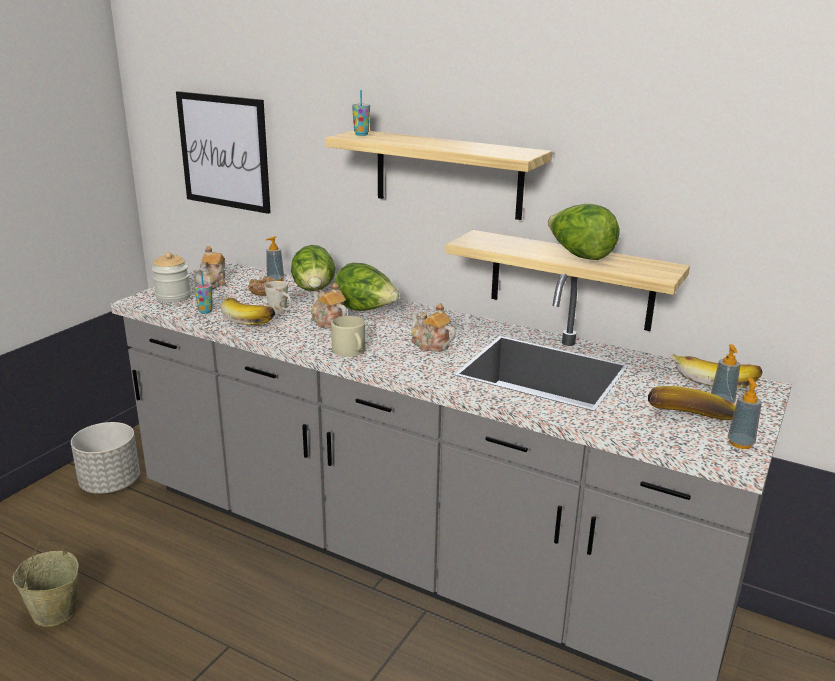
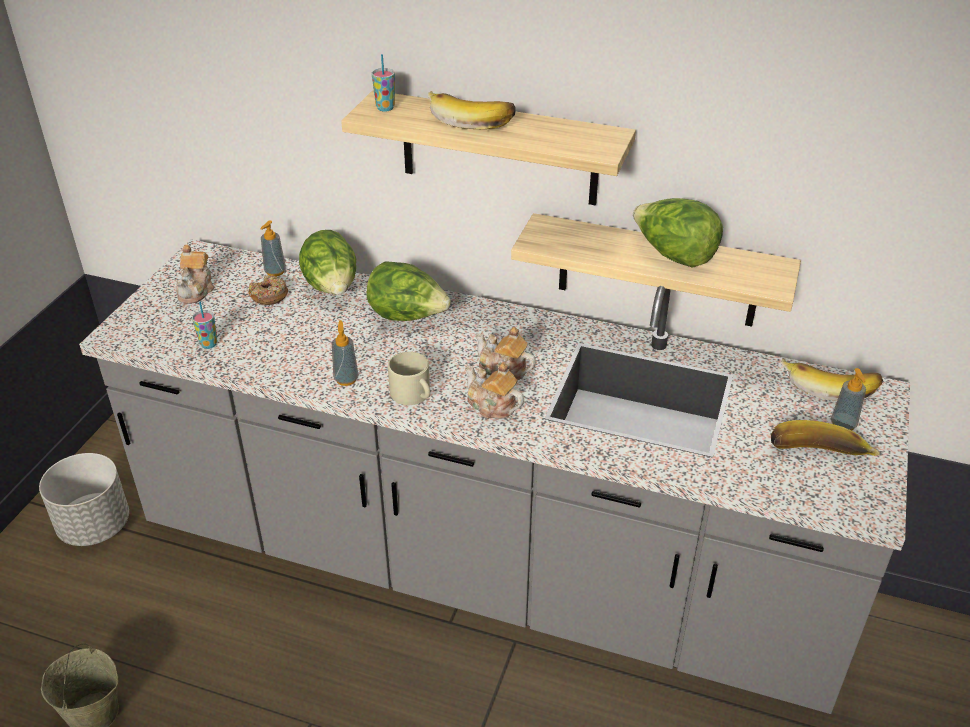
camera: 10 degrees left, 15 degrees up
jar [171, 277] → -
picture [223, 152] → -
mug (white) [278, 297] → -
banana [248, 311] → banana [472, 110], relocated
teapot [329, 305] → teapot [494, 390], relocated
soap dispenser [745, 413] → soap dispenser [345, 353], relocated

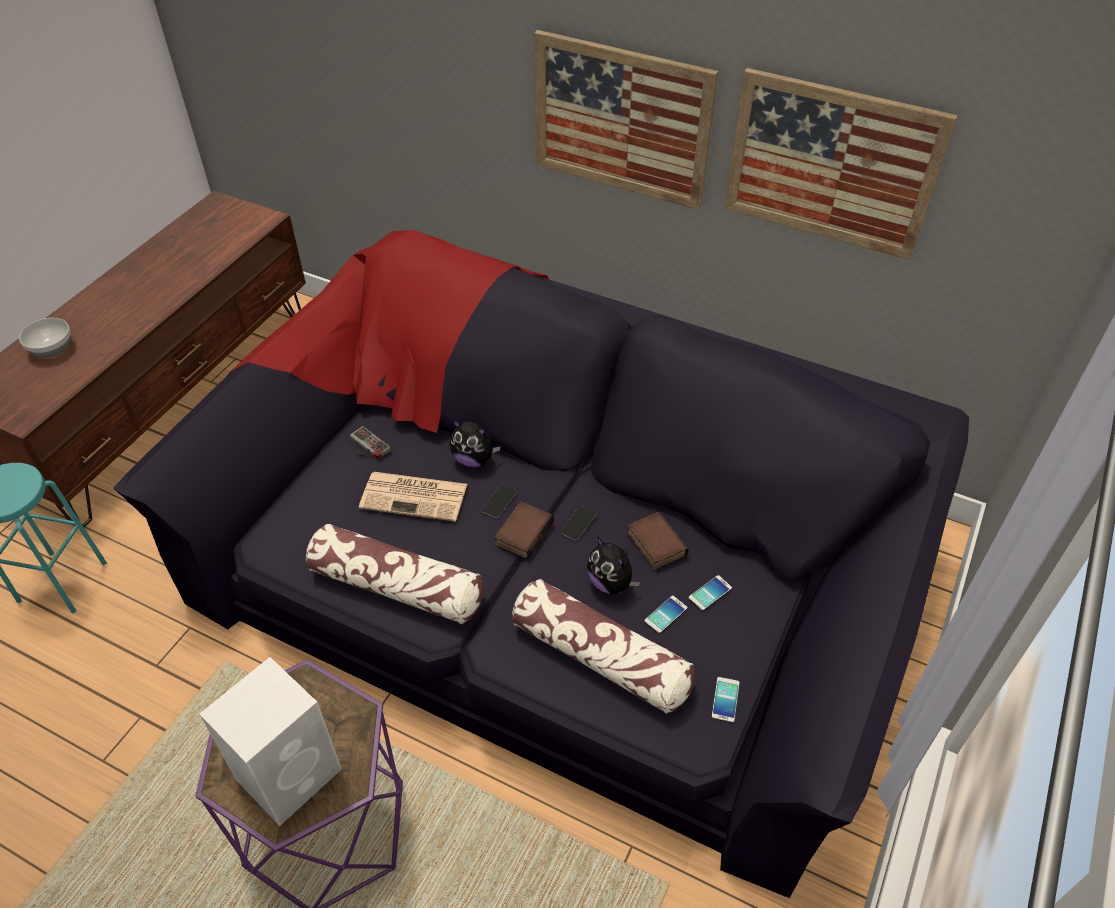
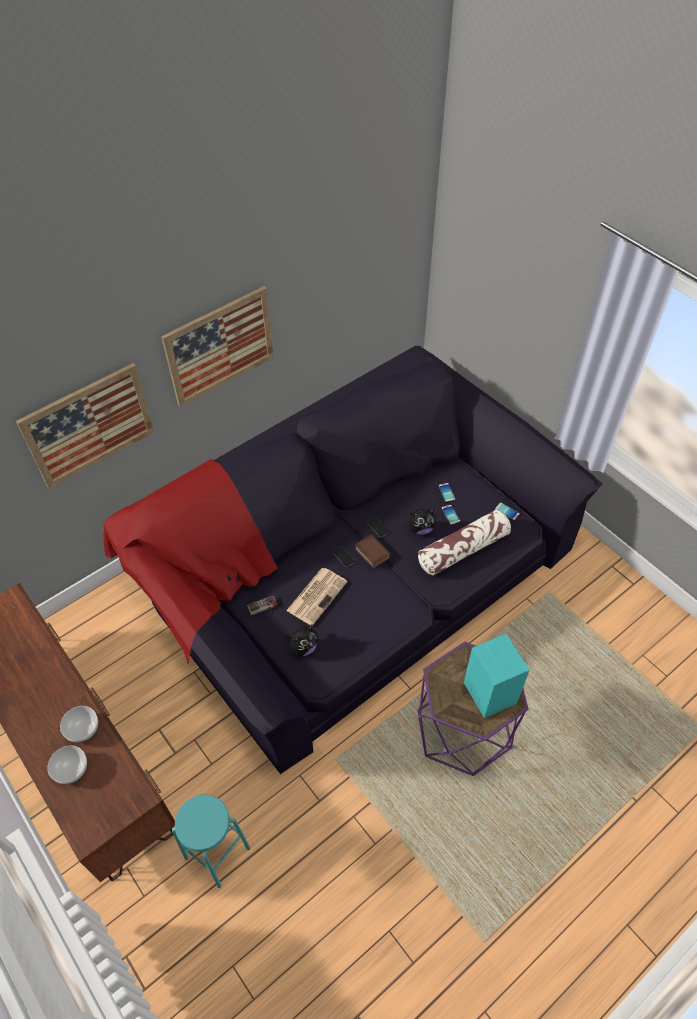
camera: 65 degrees left, 5 degrees up
pillow [395, 574] → -
book [658, 540] → -
- → bowl [79, 724]
plush toy [475, 444] → plush toy [301, 640], relocated
picture [841, 164] → picture [85, 426], relocated
speaker (white) [271, 741] → speaker (turquoise) [497, 676]

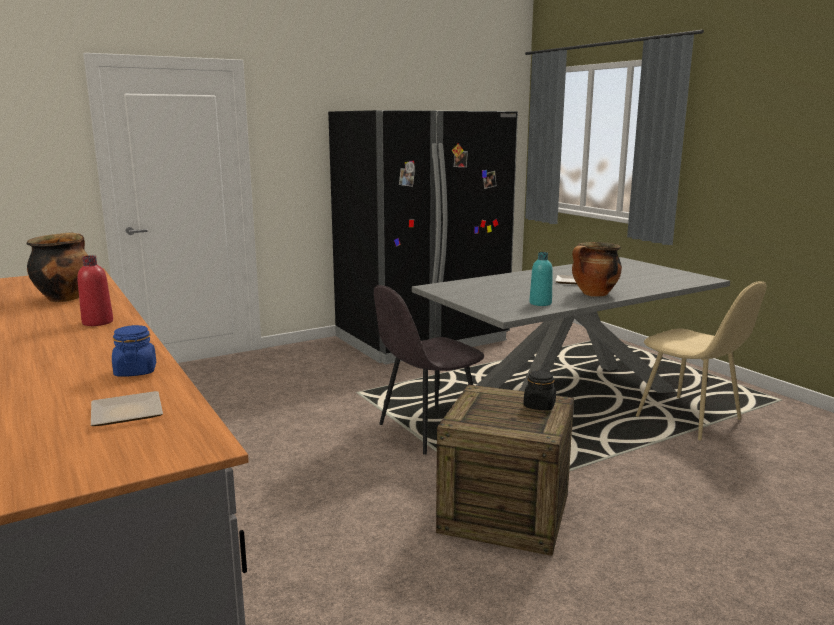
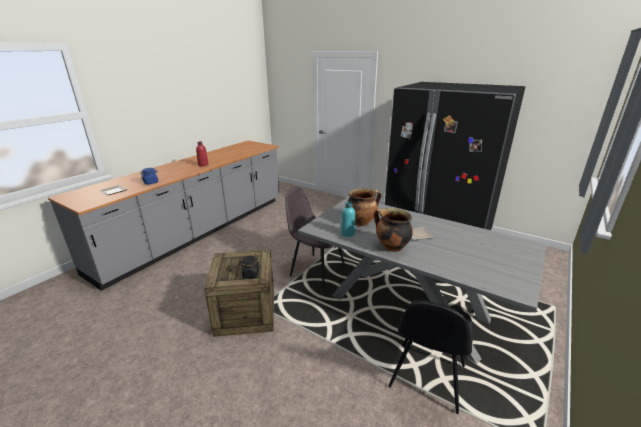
camera: 65 degrees right, 10 degrees up
cooking pot [57, 267] → cooking pot [364, 207], relocated
chair (beige) [701, 361] → chair (black) [431, 357]

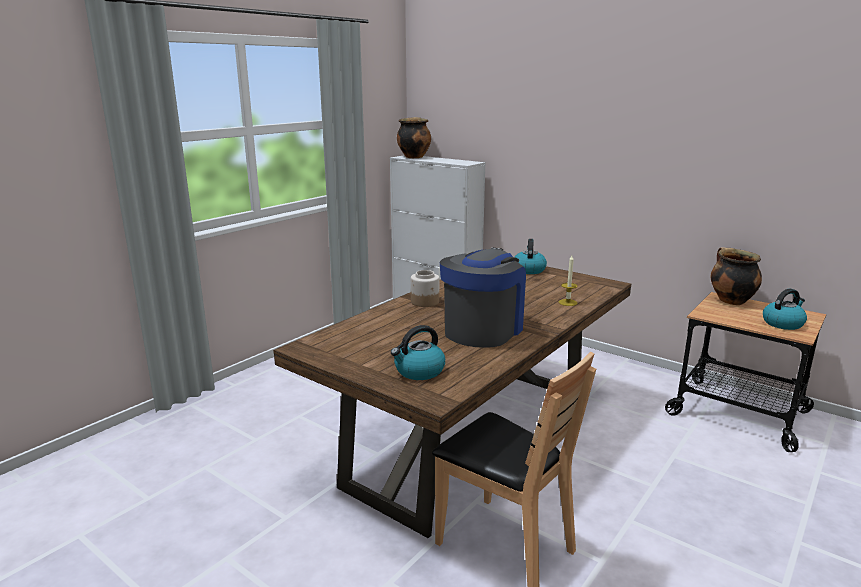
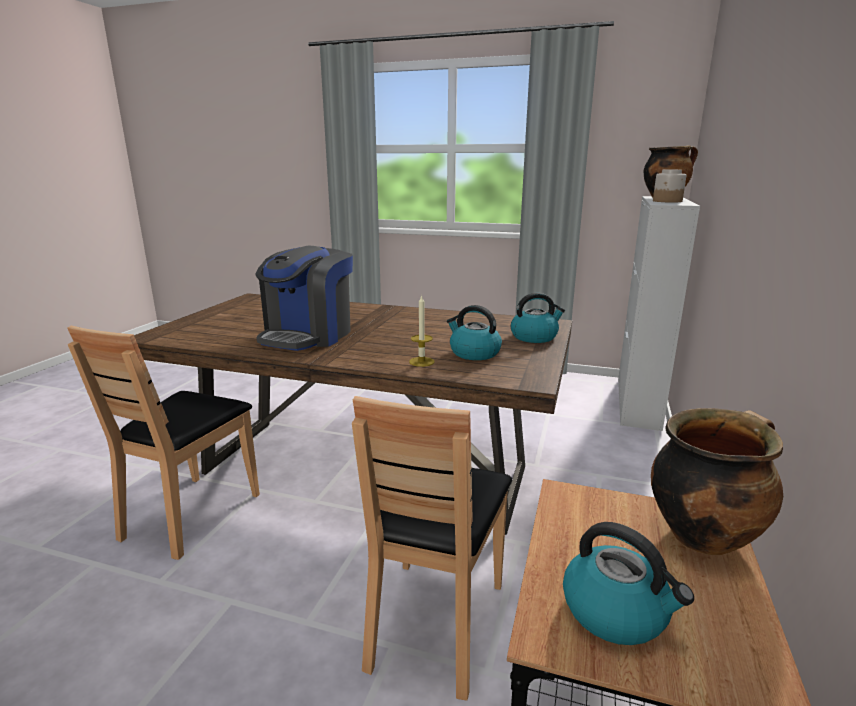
camera: 70 degrees right, 0 degrees up
- → chair (brown) [432, 548]
kettle [418, 352] → kettle [474, 332], relocated
jar [425, 288] → jar [670, 186], relocated
coffee machine [483, 297] → coffee machine [304, 298], 105 degrees clockwise

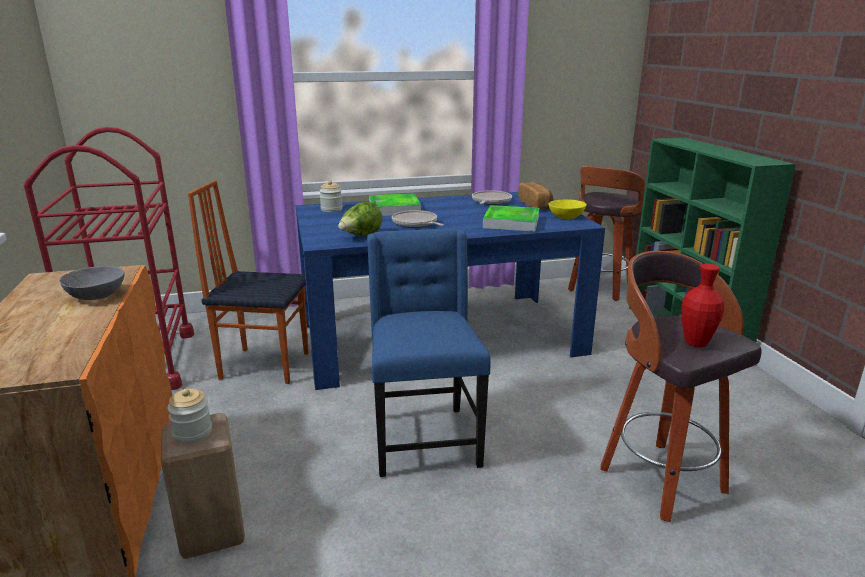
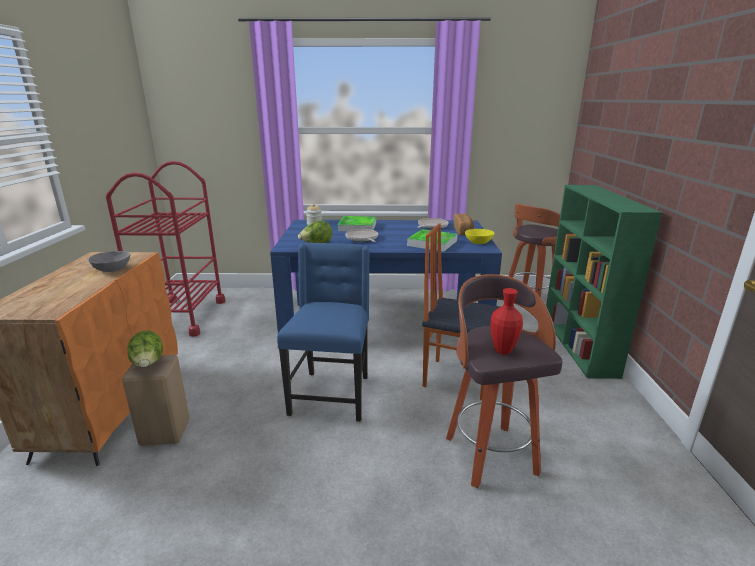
camera: 15 degrees right, 0 degrees up
chair [248, 282] → chair [461, 311], relocated
jar [189, 416] → lettuce [145, 349]

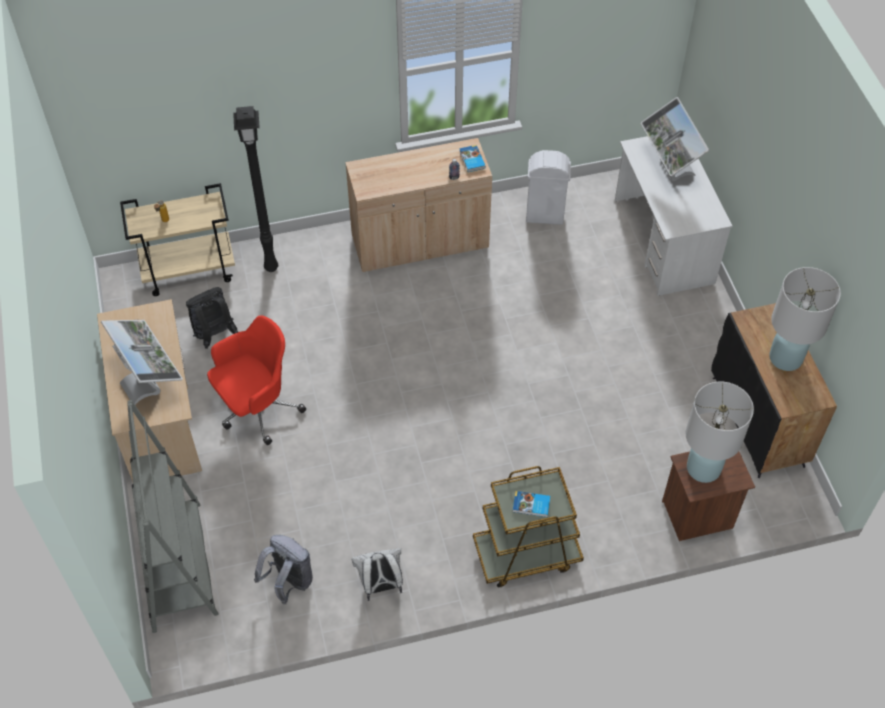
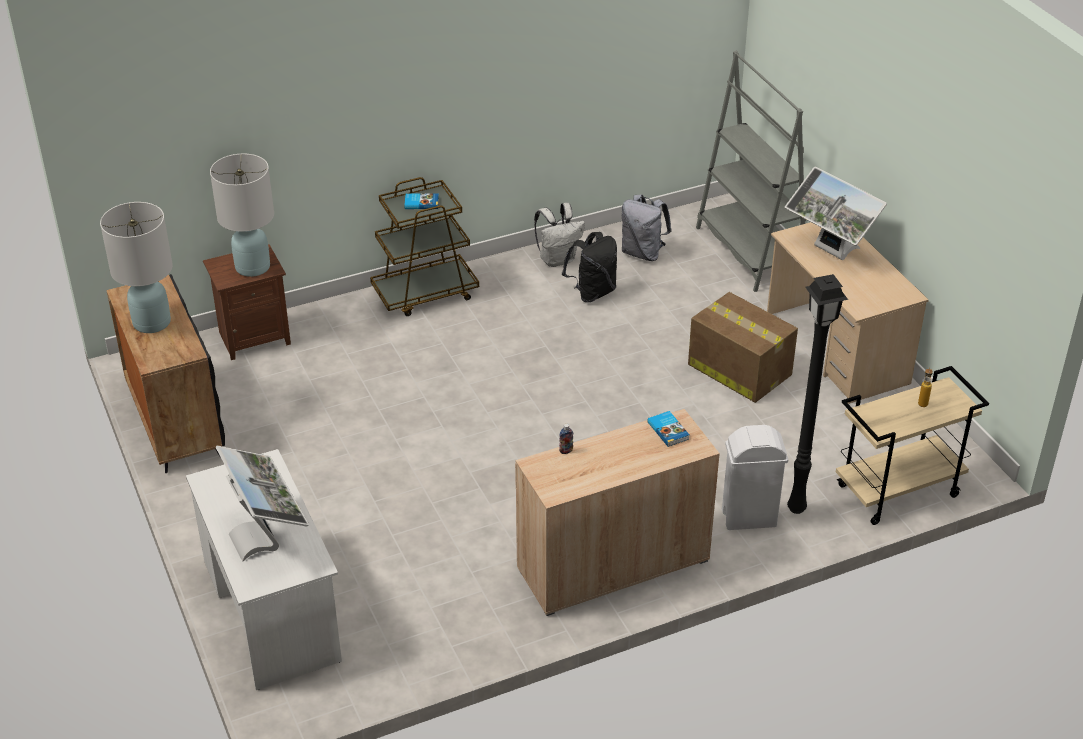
camera: 170 degrees right, 15 degrees down
backpack (black) [212, 318] → backpack (black) [589, 267], relocated
book [472, 158] → book [668, 429], relocated
trash can (white) [548, 187] → trash can (white) [755, 477], relocated
office chair (red) [256, 380] → cardboard box [743, 347]

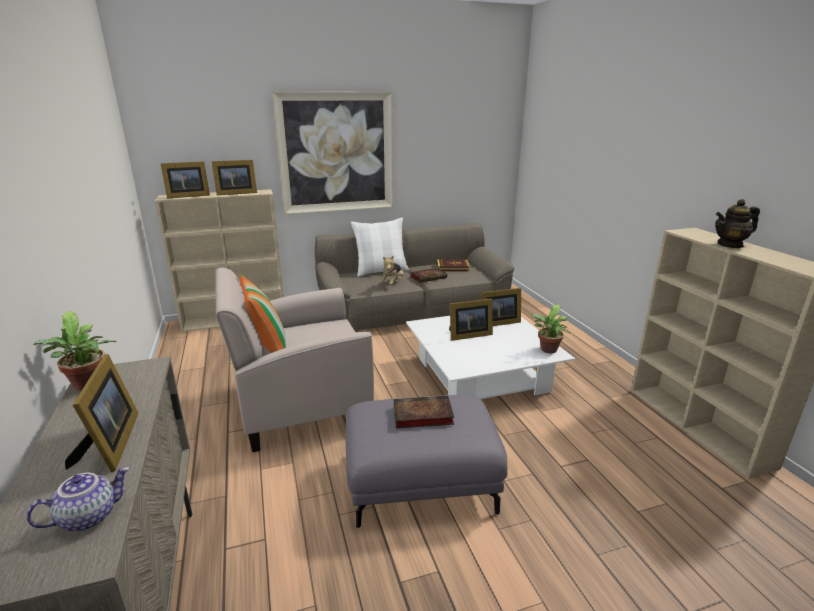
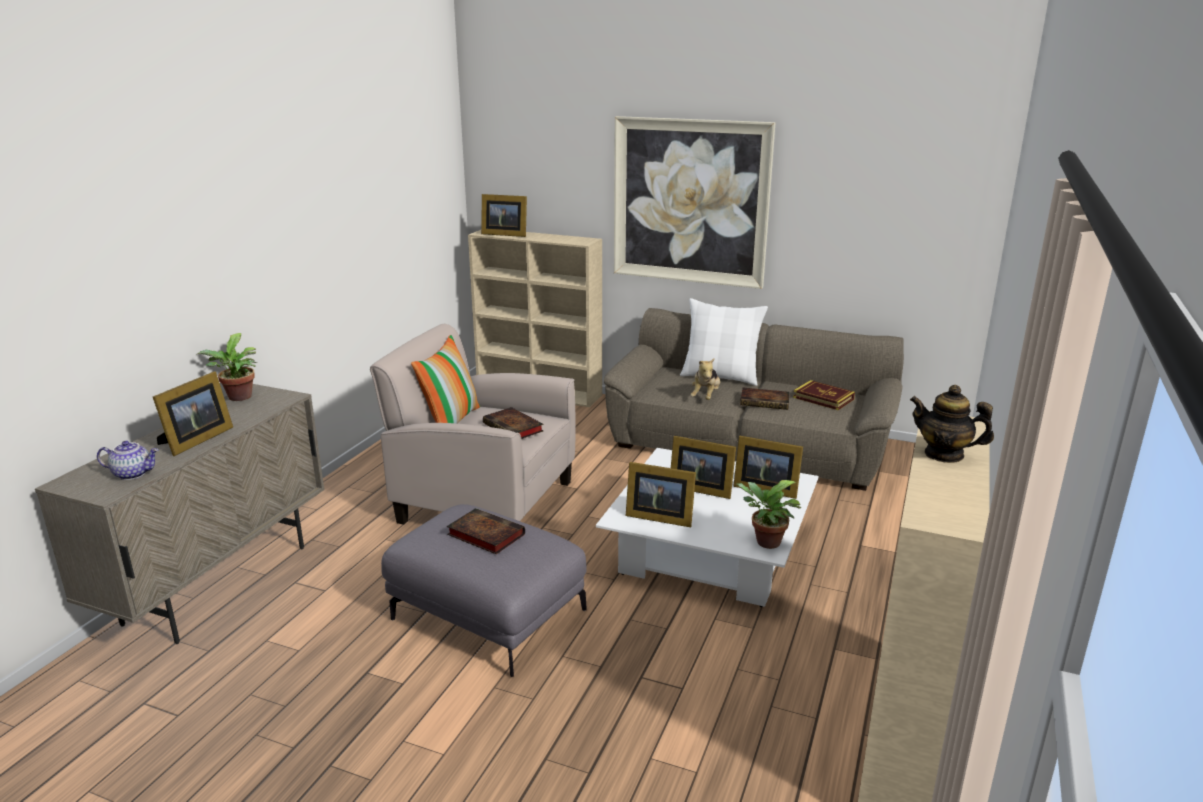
camera: 40 degrees right, 0 degrees up
- → book [513, 423]
picture frame [234, 177] → picture frame [661, 494], relocated
plush toy [392, 270] → plush toy [705, 379], 45 degrees counterclockwise

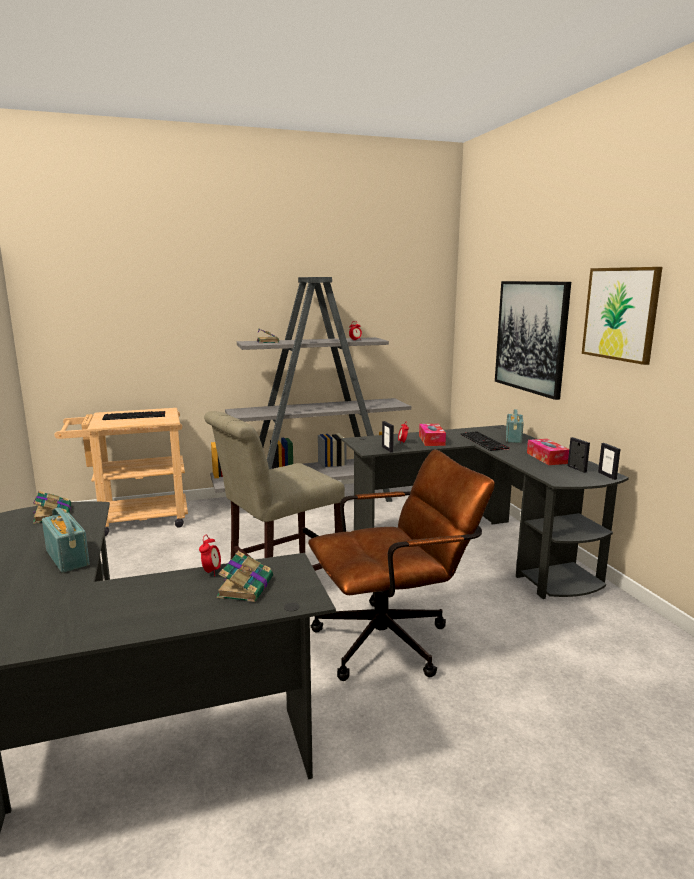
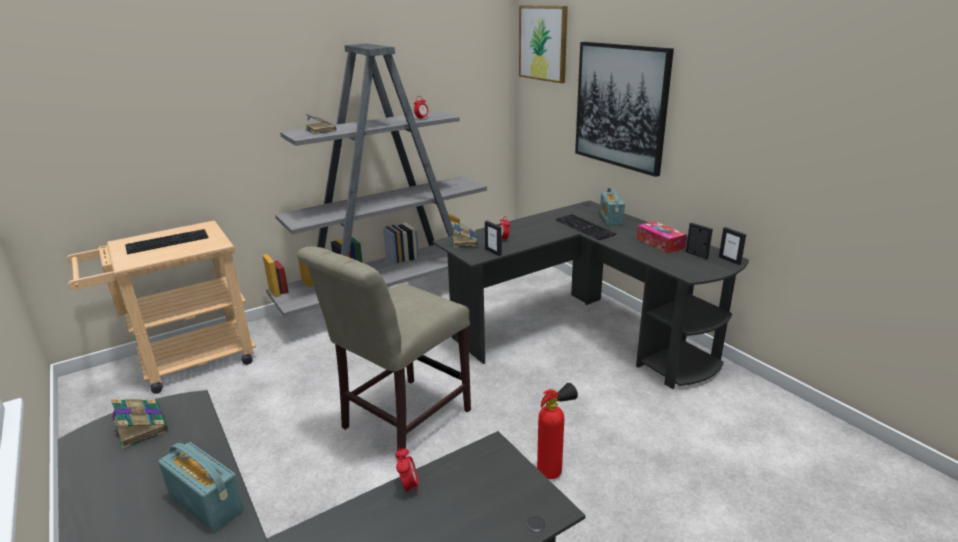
camera: 15 degrees left, 10 degrees up
tissue box [432, 435] → -
book [244, 576] → book [465, 235], relocated
picture [622, 316] → picture [543, 44], relocated
office chair (brown) [401, 565] → fire extinguisher [557, 431]

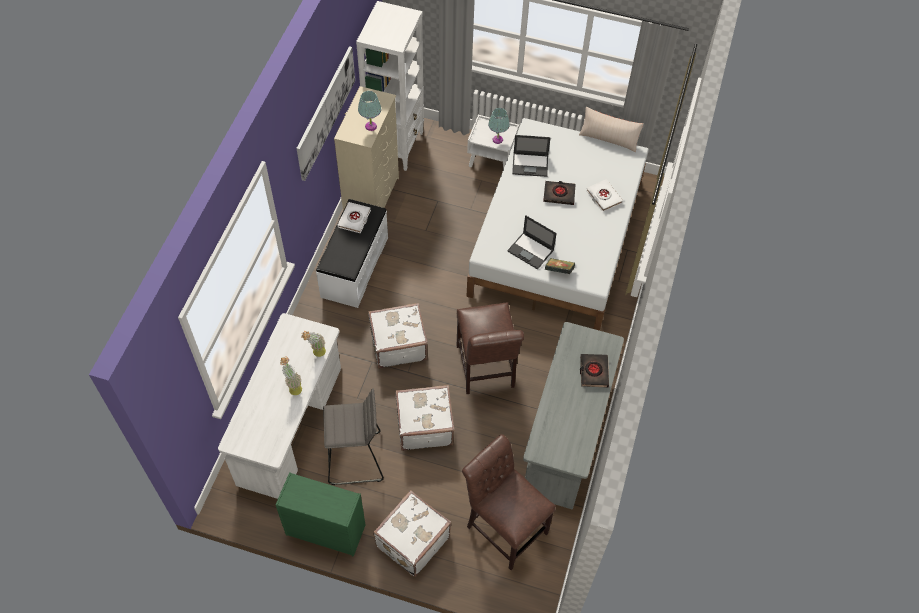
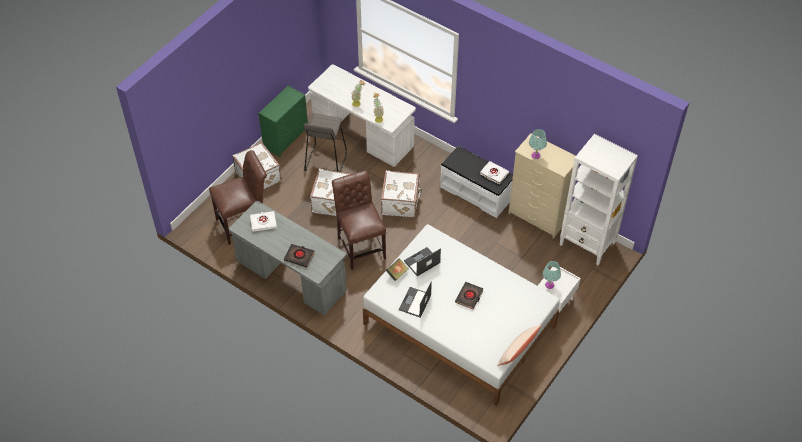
camera: 110 degrees right, 5 degrees down
picture [325, 113] → -
laptop [531, 156] → laptop [415, 299], relocated
book (white) [604, 196] → book (white) [263, 221], relocated
chair (brown) [490, 348] → chair (brown) [359, 220], 60 degrees clockwise

